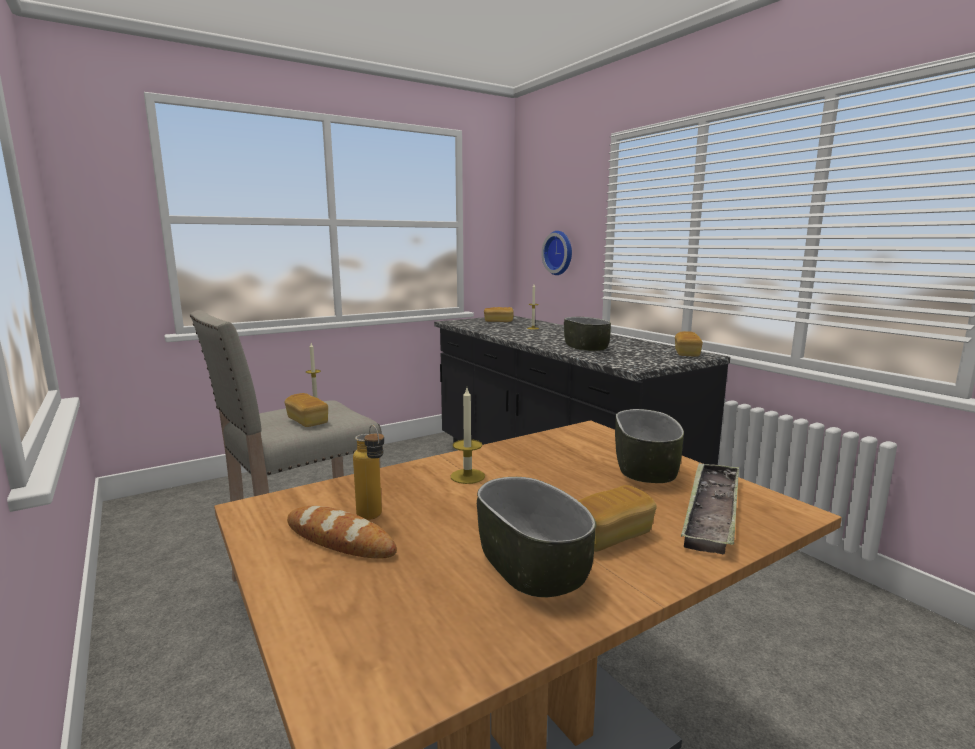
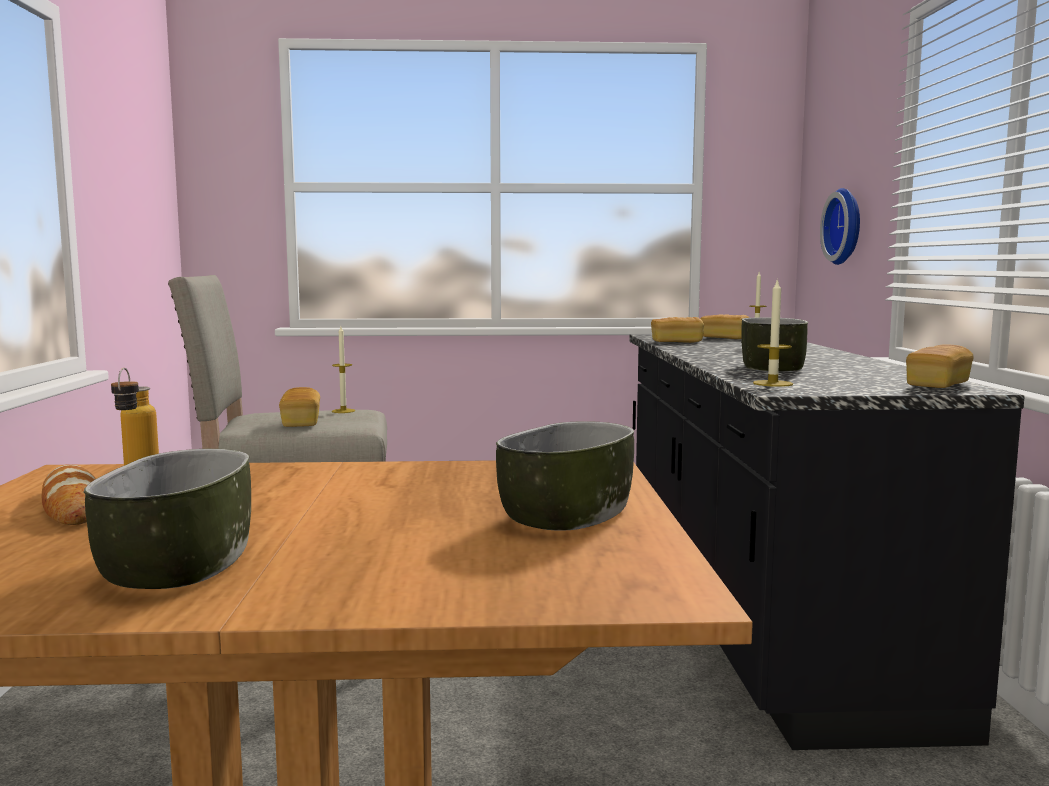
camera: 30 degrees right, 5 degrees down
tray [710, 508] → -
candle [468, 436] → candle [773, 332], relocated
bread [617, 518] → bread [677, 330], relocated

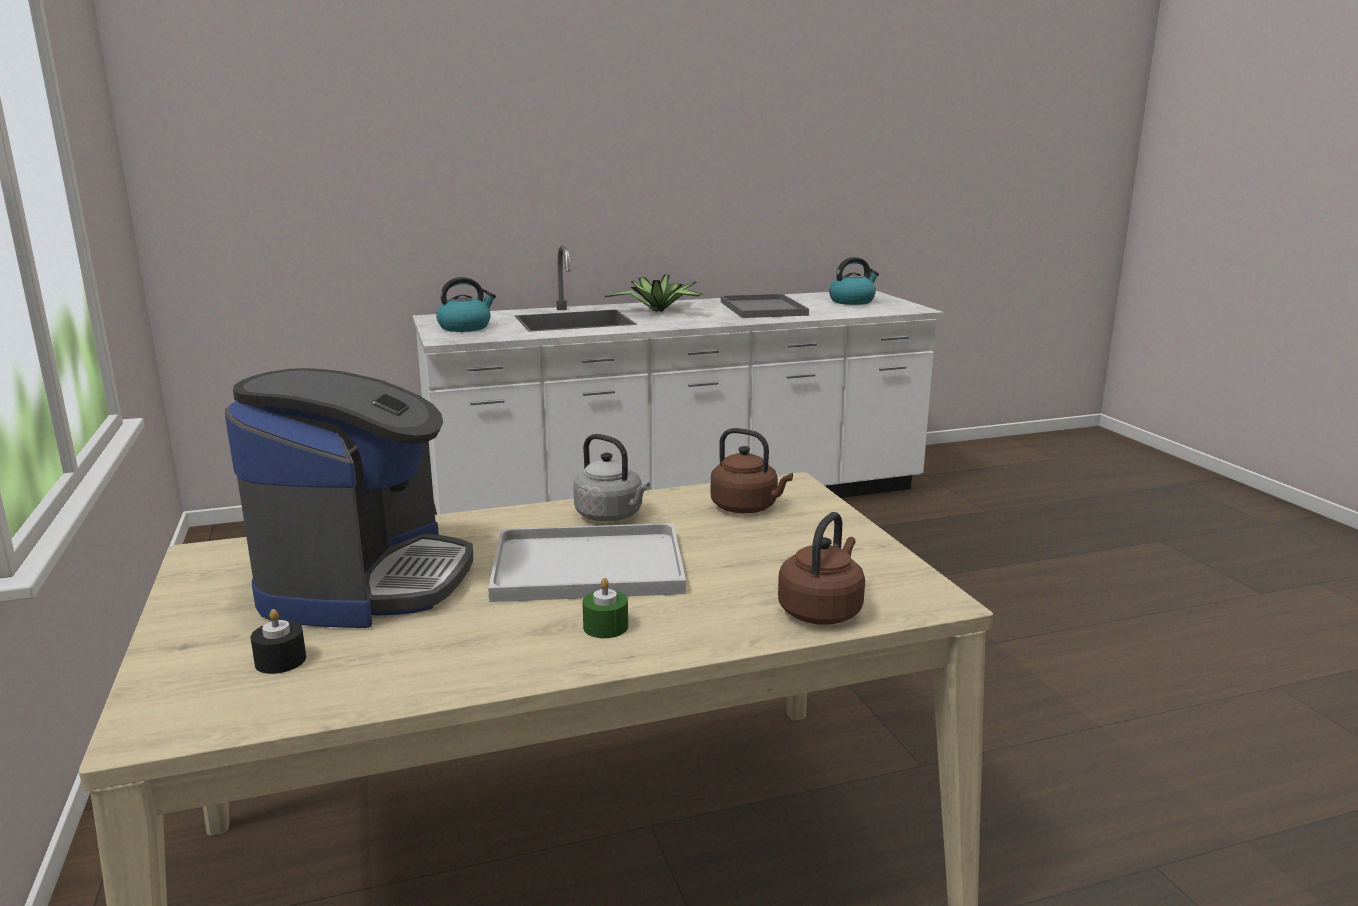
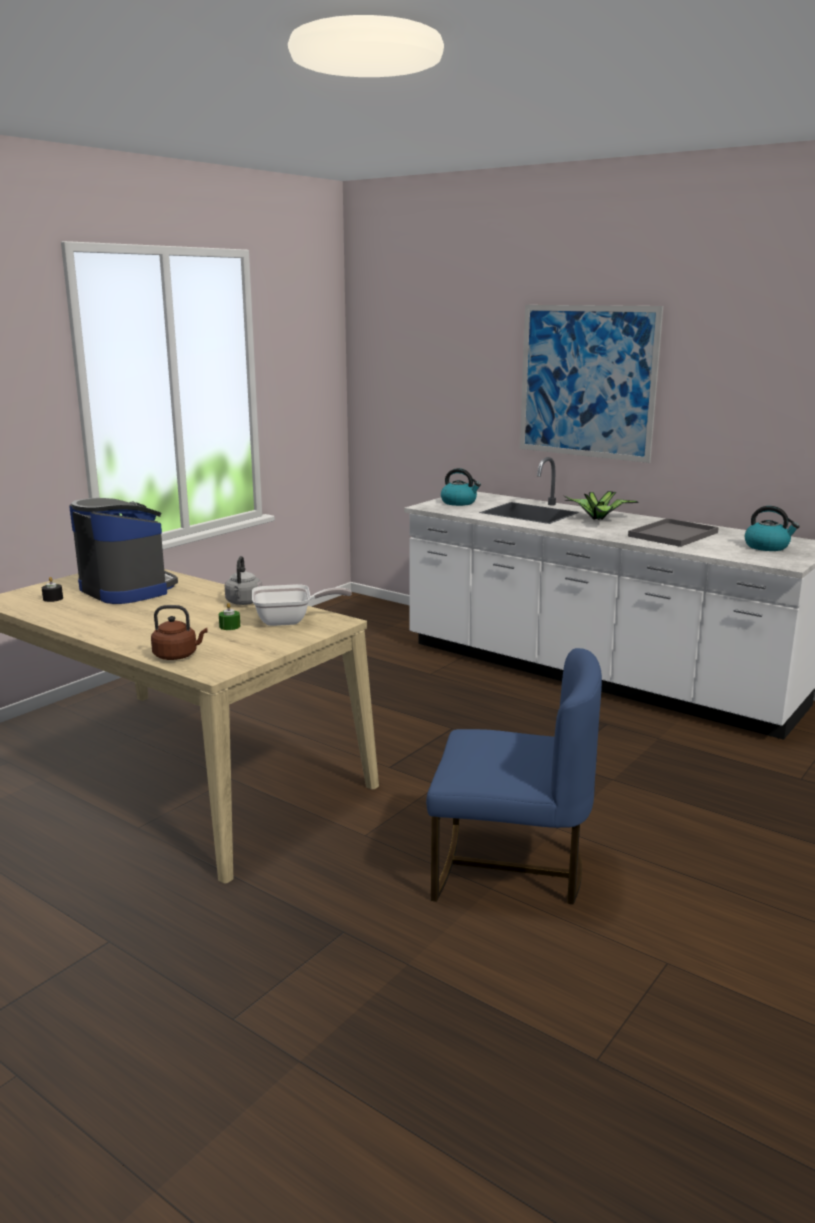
camera: 55 degrees right, 0 degrees up
tray (white) [587, 562] → -
- → chair (blue) [514, 776]
- → picture [591, 384]
candle (green) [605, 608] → candle (green) [229, 616], relocated
kettle (brown) [752, 470] → frying pan [302, 605]
coffee machine [349, 498] → coffee machine [123, 551], 105 degrees counterclockwise

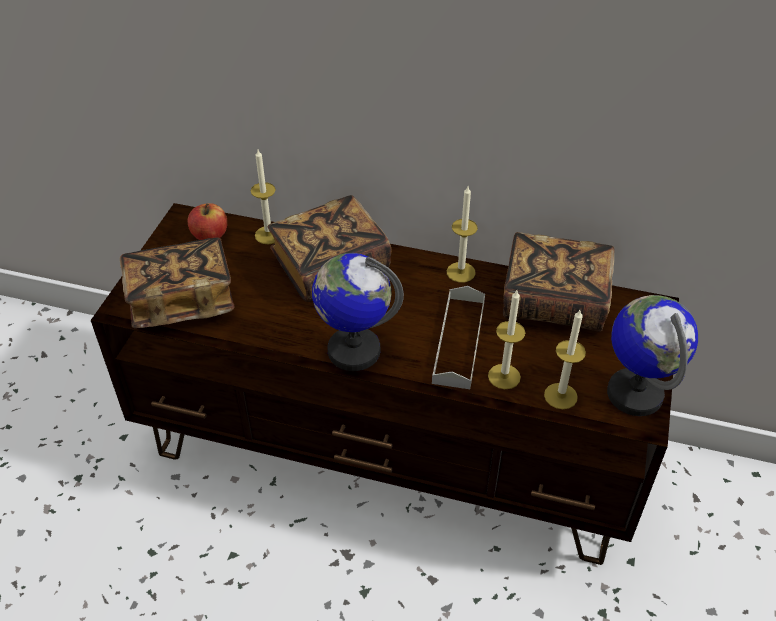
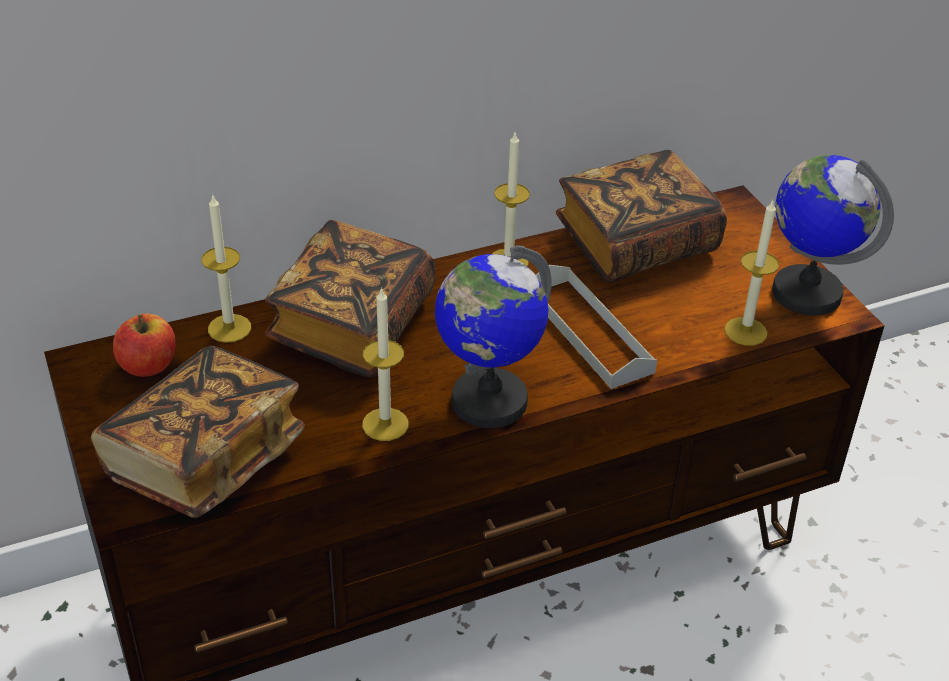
camera: 40 degrees left, 5 degrees down
candle [507, 339] → candle [385, 364], relocated

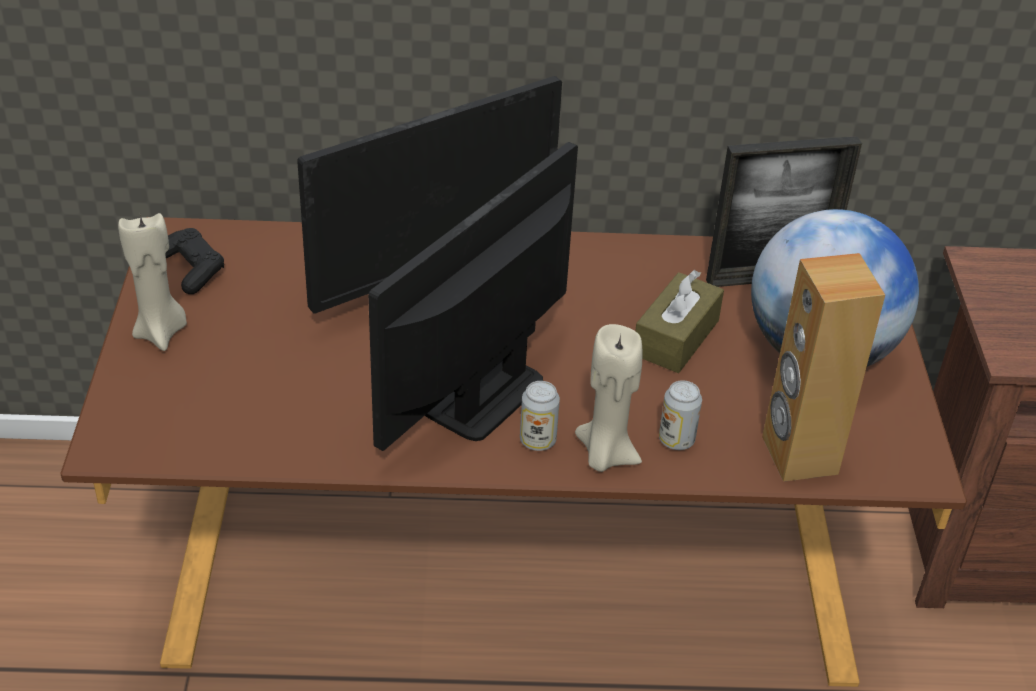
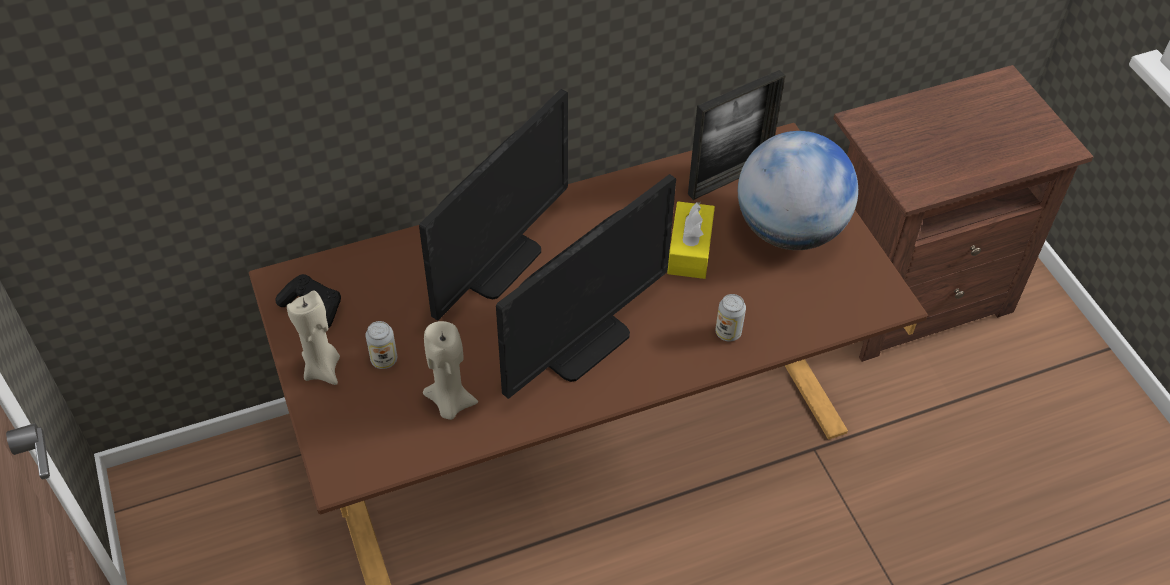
camera: 20 degrees left, 10 degrees up
speaker (brown) [823, 367] → -
can [540, 416] → can [381, 345], relocated
candle (beige) [608, 398] → candle (beige) [450, 370], relocated
tissue box (brown) [679, 321] → tissue box (yellow) [691, 240]
monitor [473, 296] → monitor [586, 286], 150 degrees counterclockwise

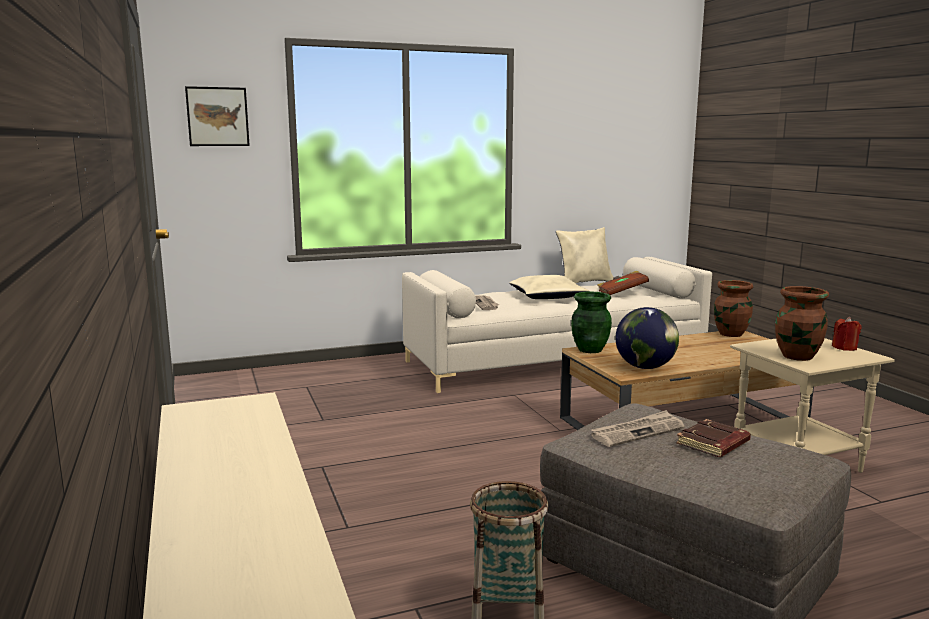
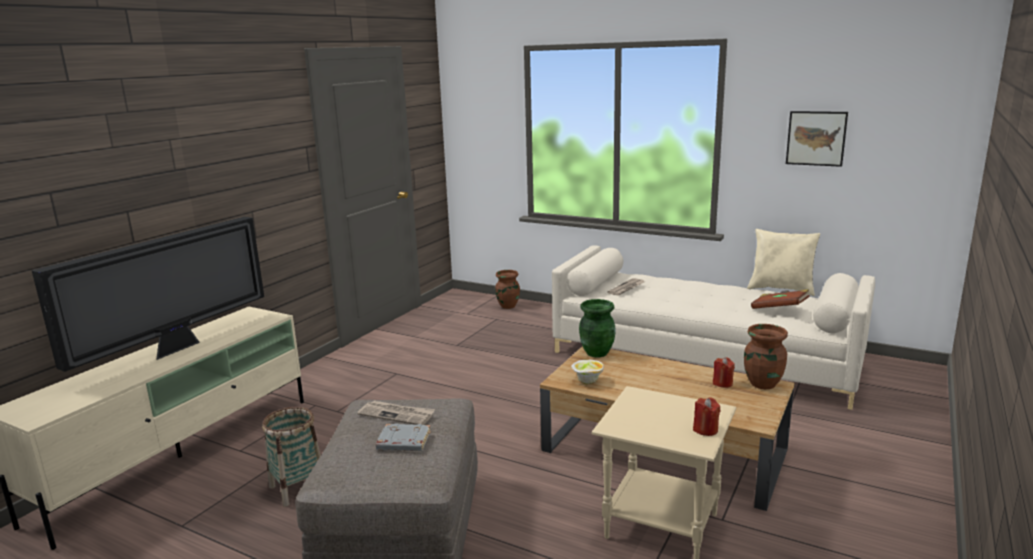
camera: 50 degrees right, 5 degrees up
pillow (beige) [549, 287] → -
- → television [147, 294]
- → candle (red) [724, 372]
picture [217, 116] → picture [817, 139], relocated
vase (brown) [802, 323] → vase (brown) [507, 289], relocated
globe [647, 338] → bowl [587, 372]
book (brown) [713, 438] → book (grey) [403, 437]

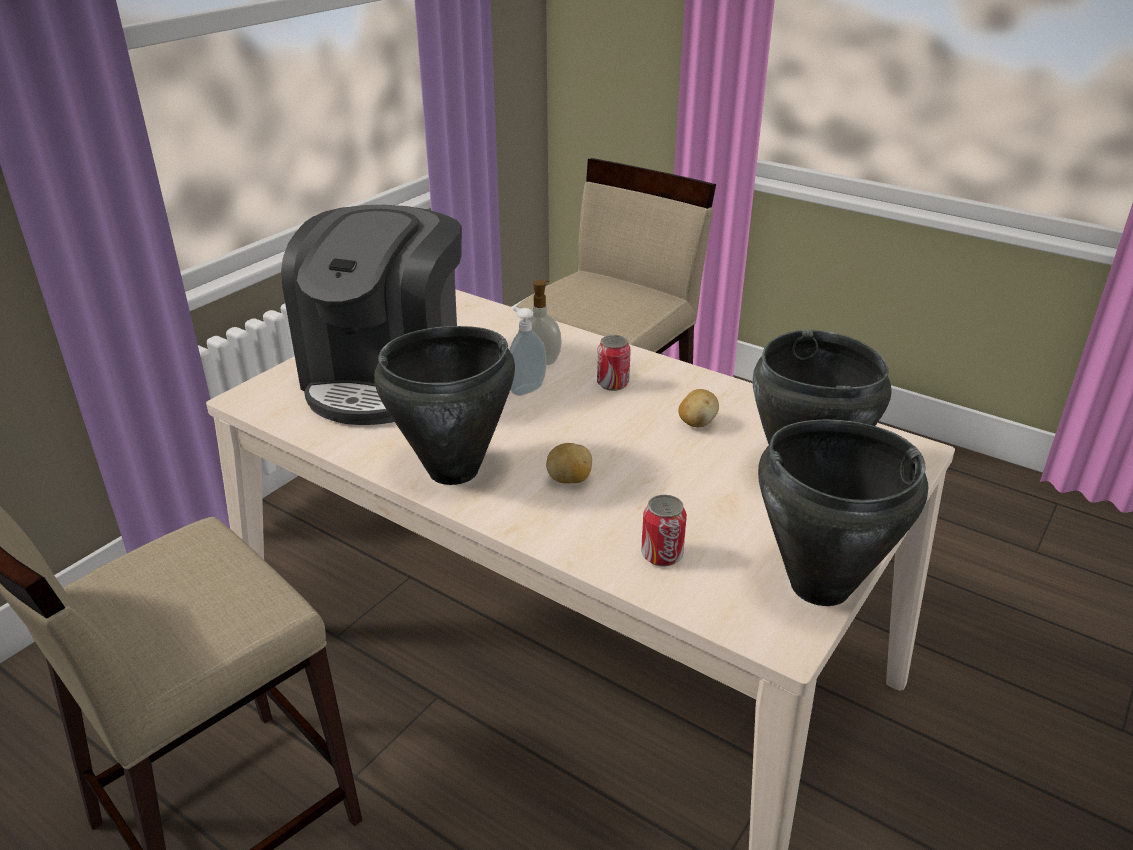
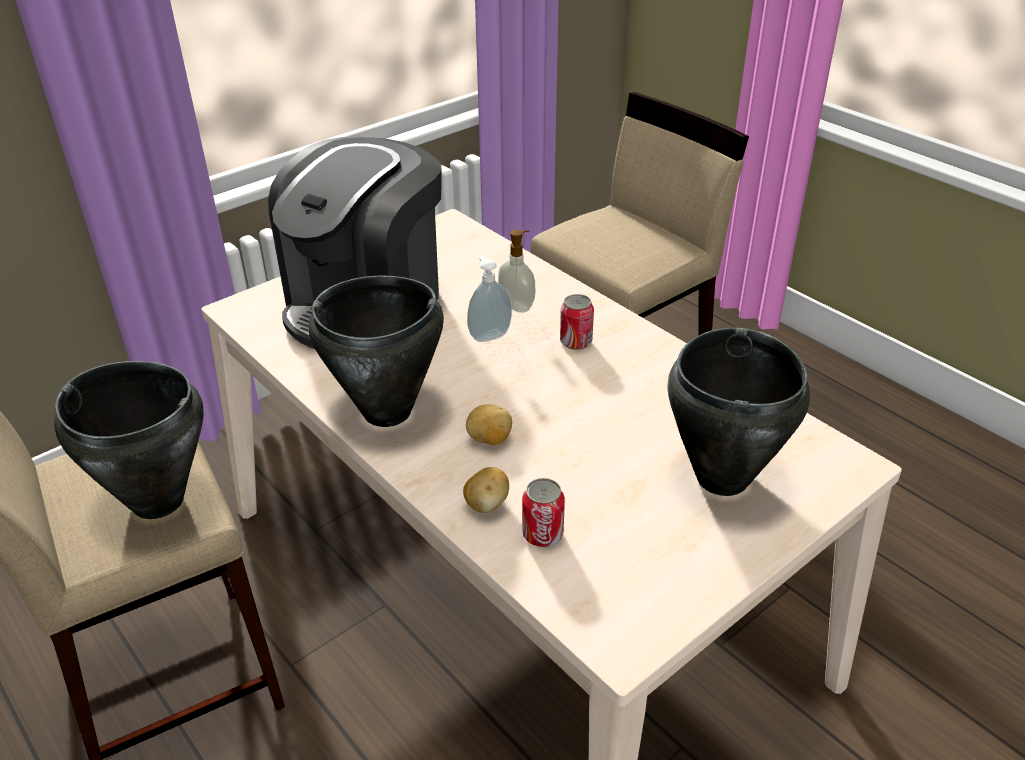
camera: 15 degrees right, 5 degrees up
potato [698, 408] → potato [486, 490], relocated
cooking pot (black) [843, 512] → cooking pot (black) [129, 440], relocated

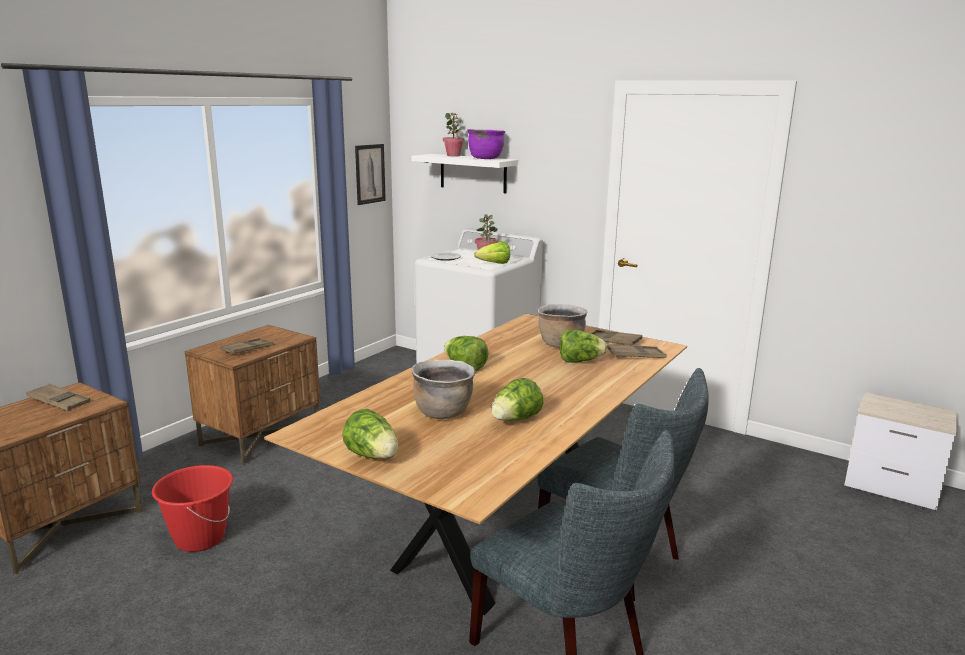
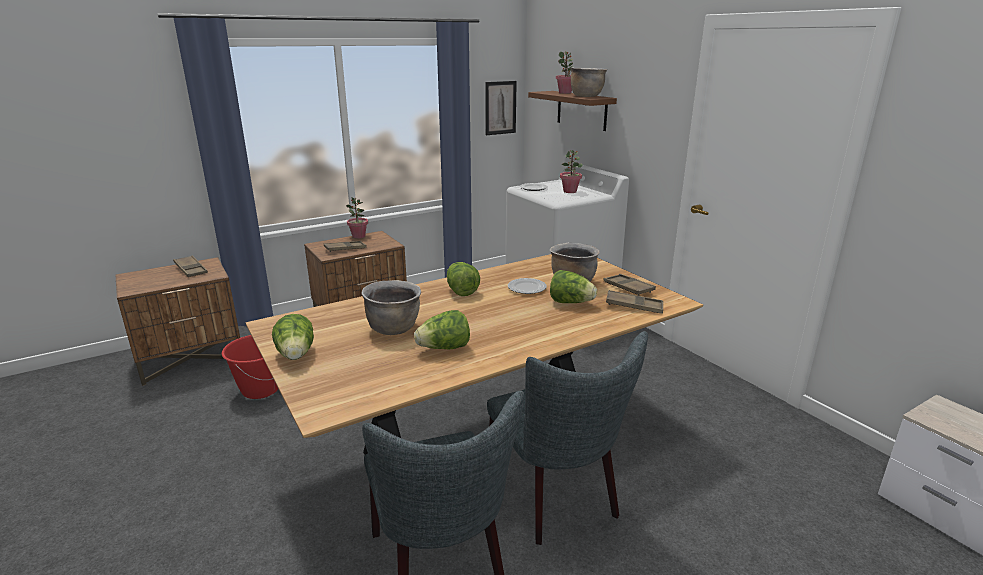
camera: 25 degrees right, 5 degrees up
lettuce [492, 252] → -
- → potted plant [357, 218]
- → plate [527, 286]
shelf (white) [464, 174] → shelf (brown) [572, 111]
cooking pot (purple) [486, 144] → cooking pot (brown) [589, 82]

